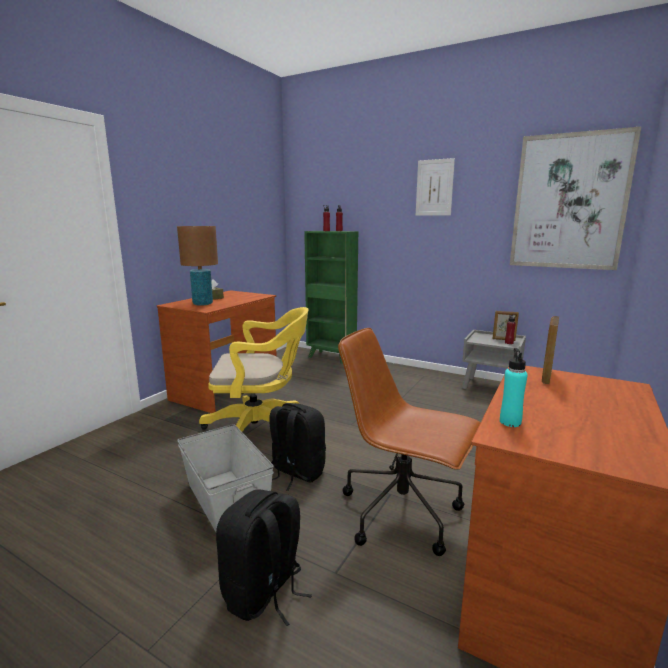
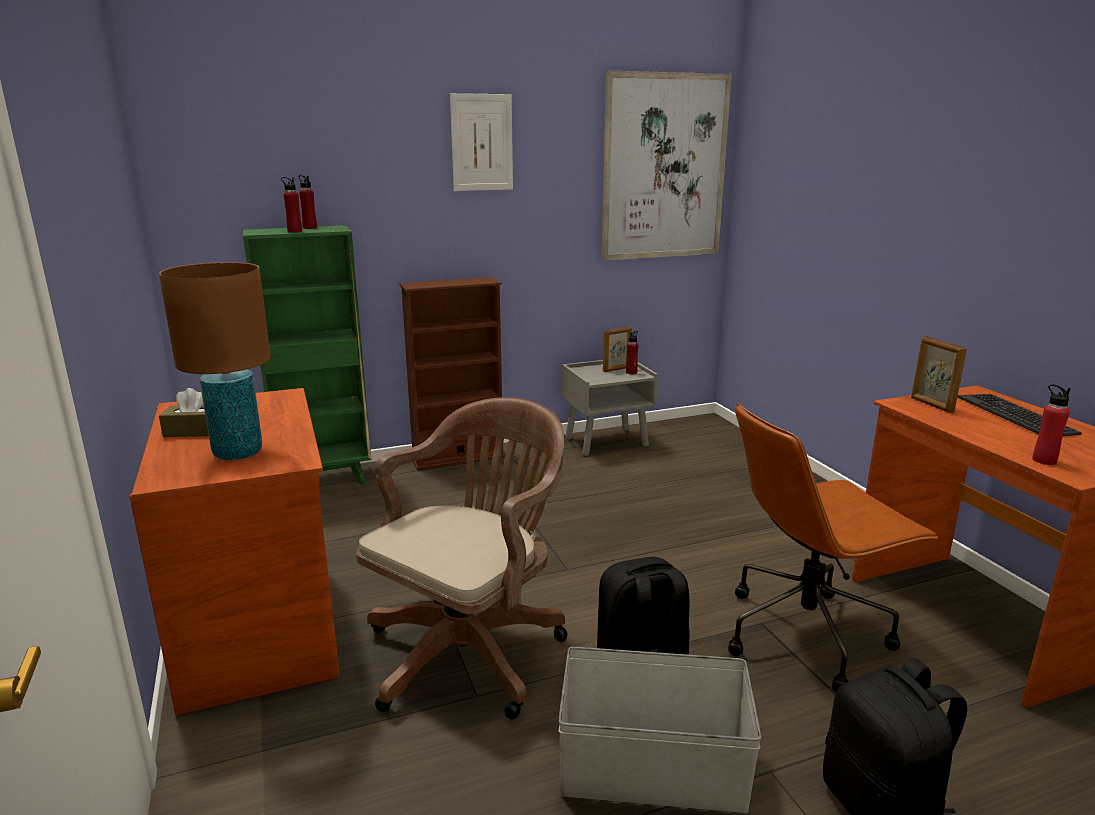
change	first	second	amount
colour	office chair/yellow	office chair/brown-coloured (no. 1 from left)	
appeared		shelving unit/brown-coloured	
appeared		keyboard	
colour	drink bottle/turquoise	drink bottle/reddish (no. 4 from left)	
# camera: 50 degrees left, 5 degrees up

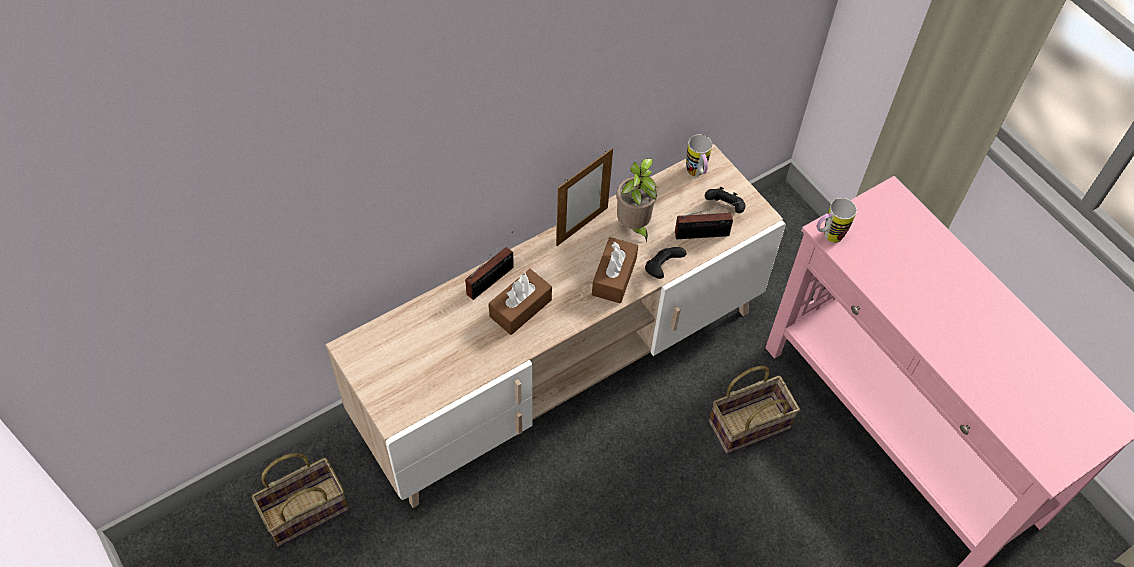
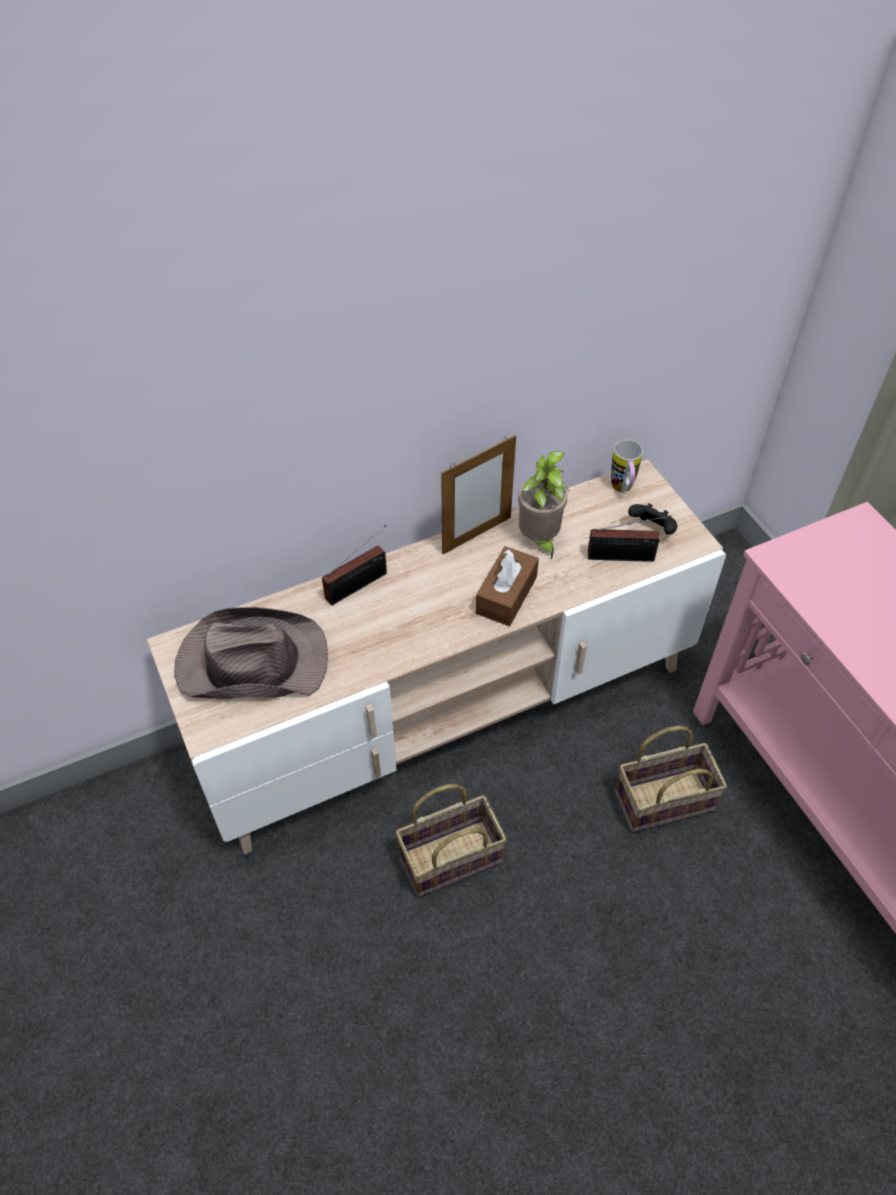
change	first	second	amount
appeared		wearable hat/brown-coloured	
relocated	basket (no. 1 from left)		
missing	tissue holder/brown-coloured (no. 1 from left)		
missing	game controller/black (no. 1 from left)		
missing	mug (no. 2 from left)		
# camera: 10 degrees right, 5 degrees down

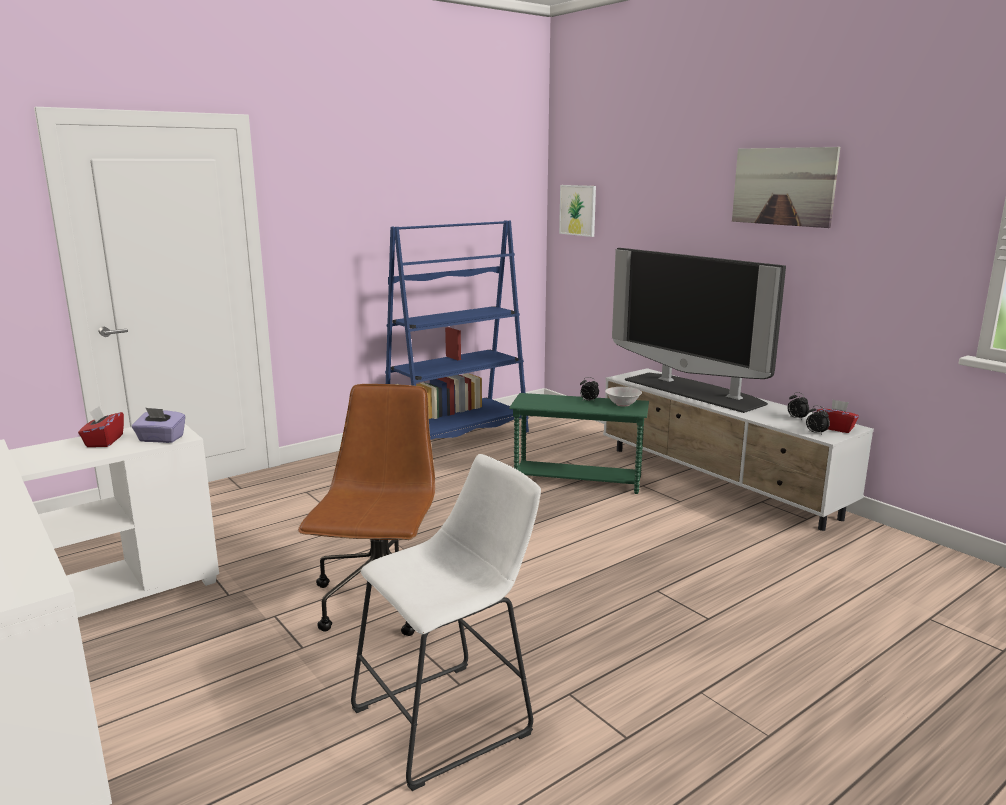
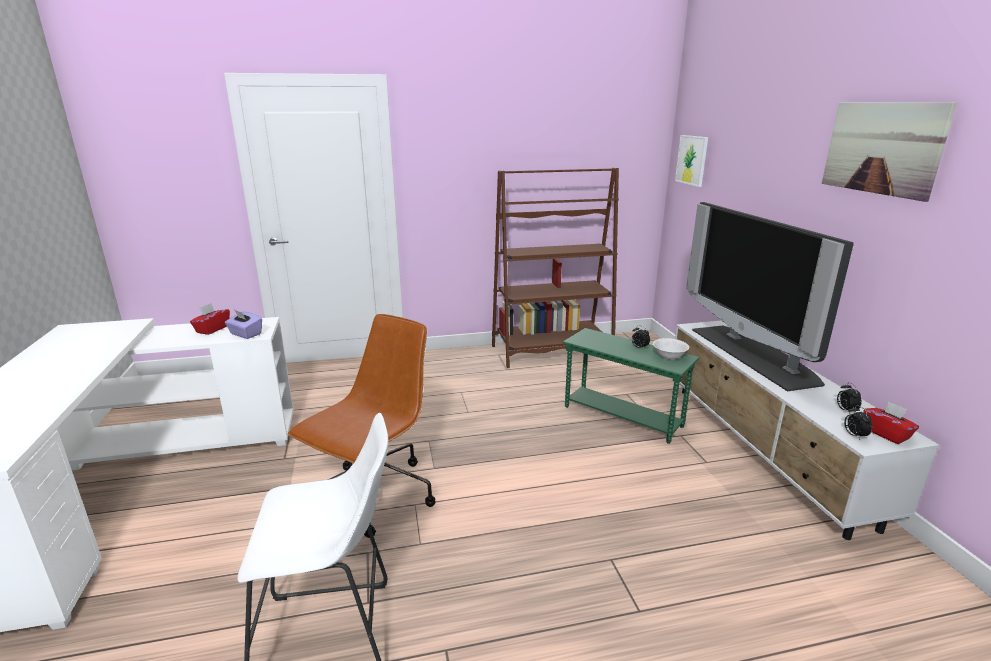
change	first	second	amount
colour	shelving unit/blue	shelving unit/brown-coloured	
# camera: 25 degrees right, 5 degrees up

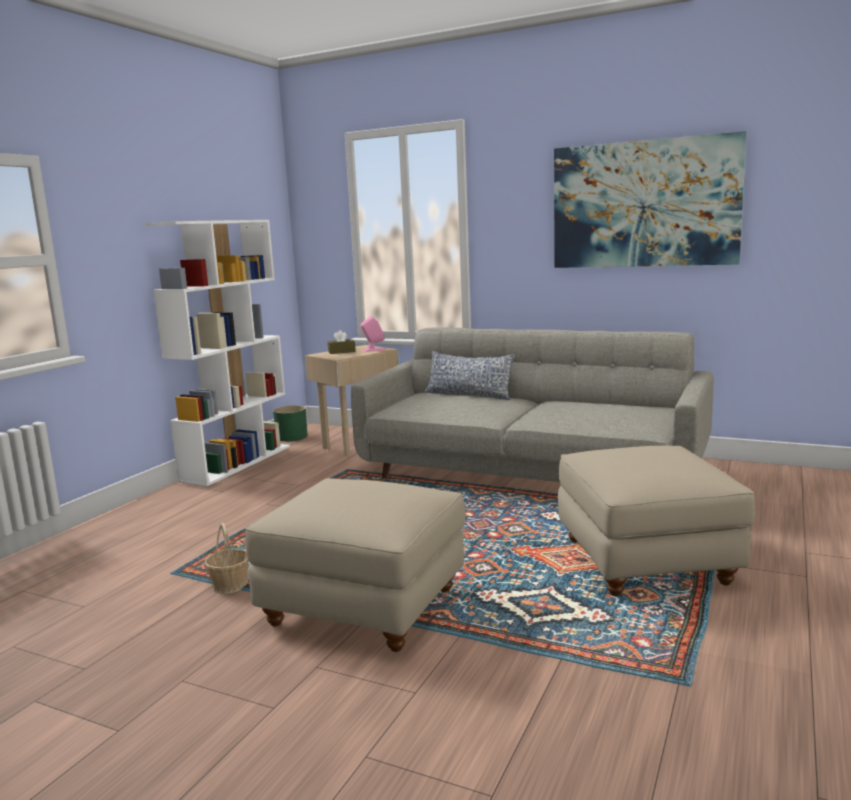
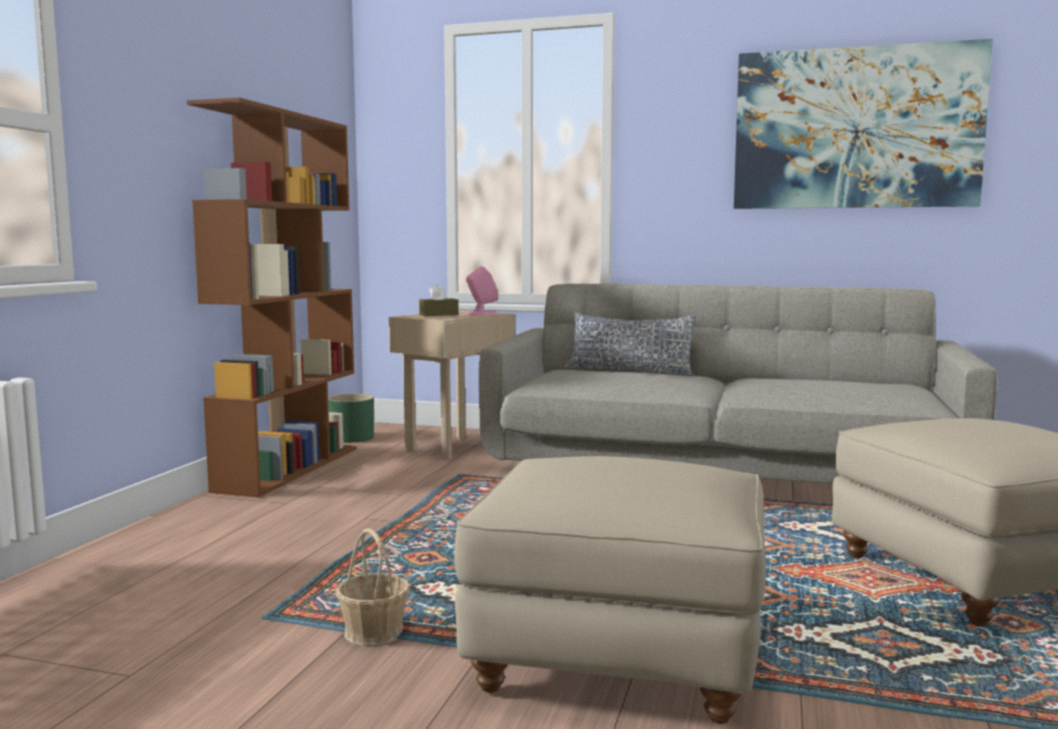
change	first	second	amount
colour	shelving unit/white	shelving unit/brown-coloured	
# camera: 10 degrees left, 5 degrees down

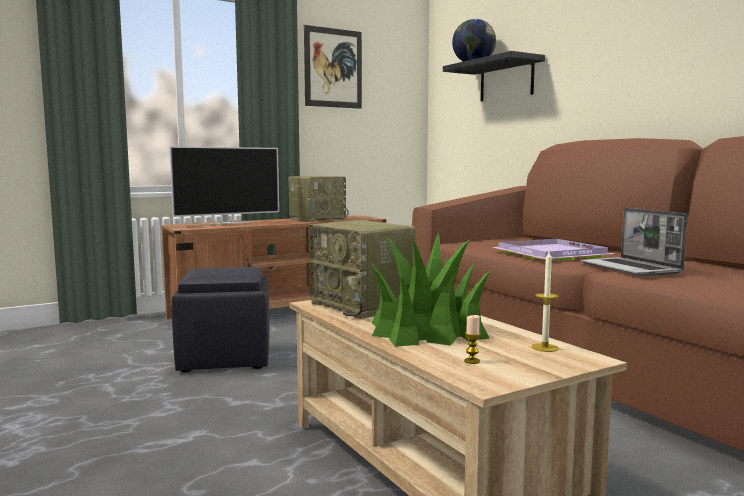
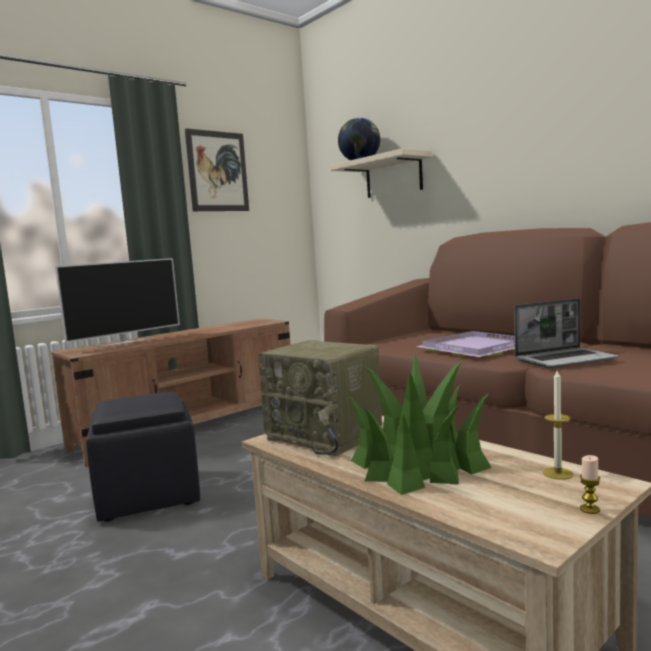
change	first	second	amount
colour	wall shelf/black	wall shelf/beige	
spun	portable computer		75 degrees counterclockwise
relocated	wax candle (no. 1 from left in the first image)	wax candle (no. 2 from left)	
missing	radio (no. 1 from left)		
# camera: 10 degrees left, 0 degrees up

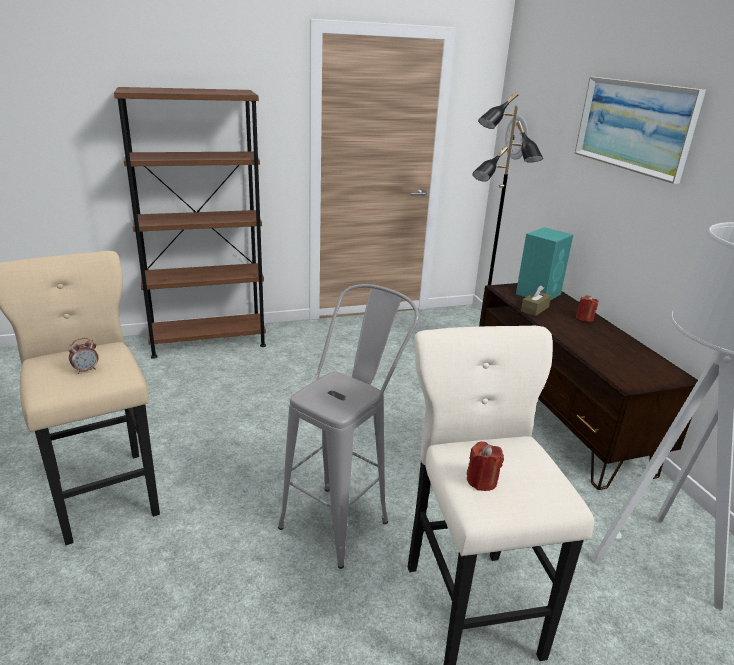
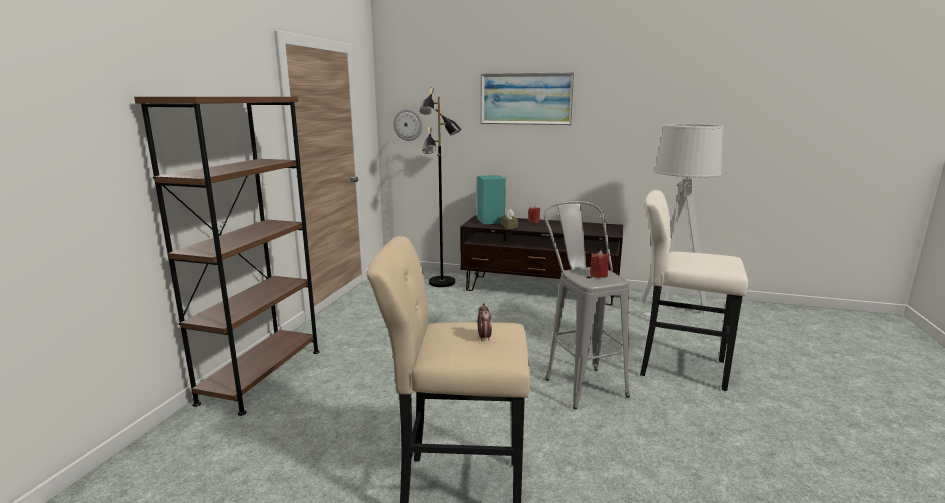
change	first	second	amount
relocated	wax candle/reddish (no. 1 from left in the first image)	wax candle/reddish (no. 2 from left)	
# camera: 55 degrees left, 10 degrees down

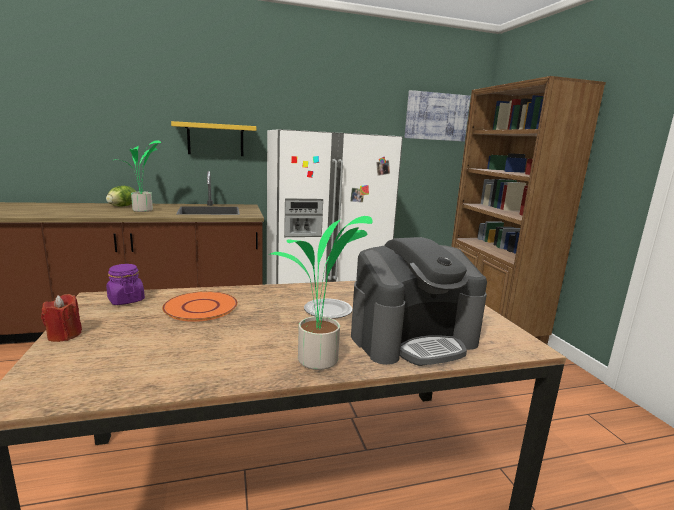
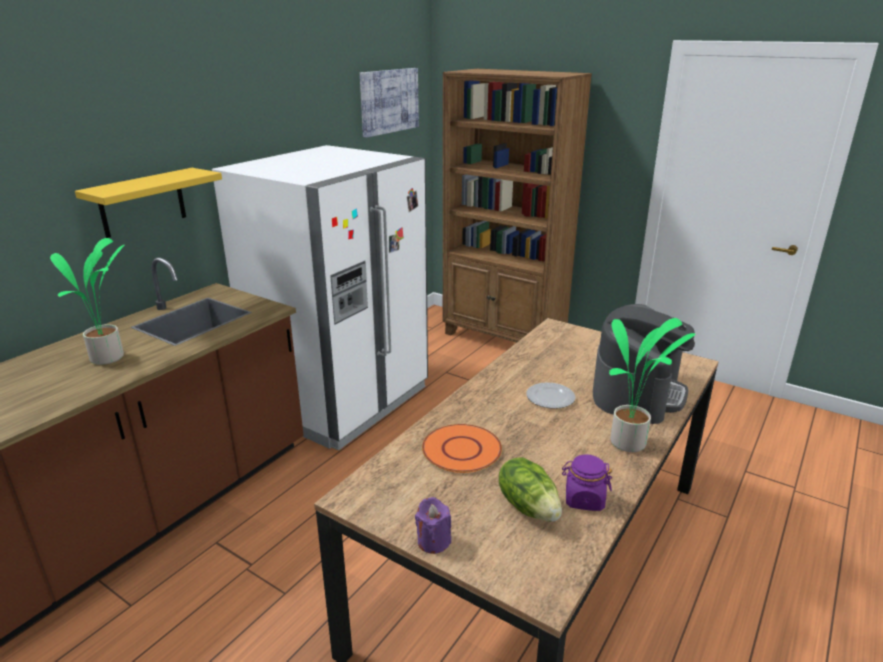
change	first	second	amount
colour	wax candle/reddish	wax candle/purplish	
relocated	lettuce		
relocated	jar/purplish		
# camera: 40 degrees left, 10 degrees up

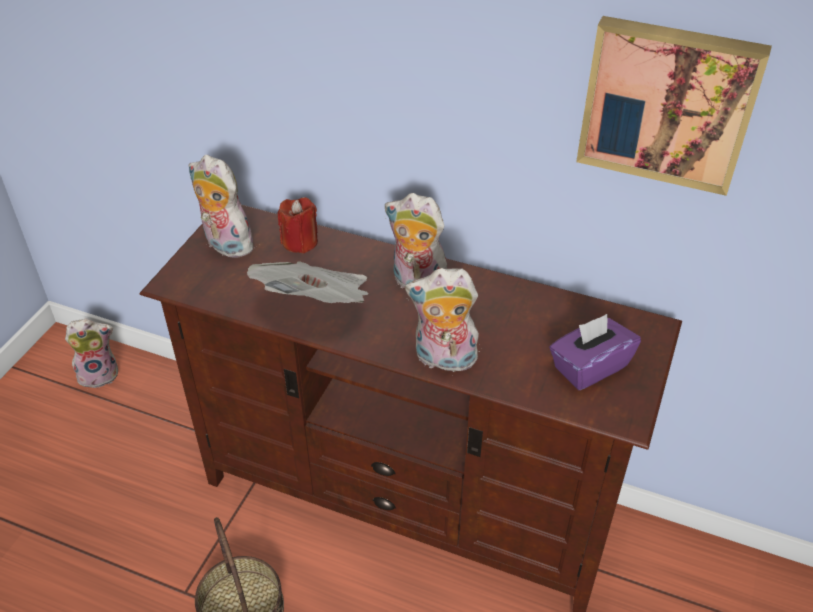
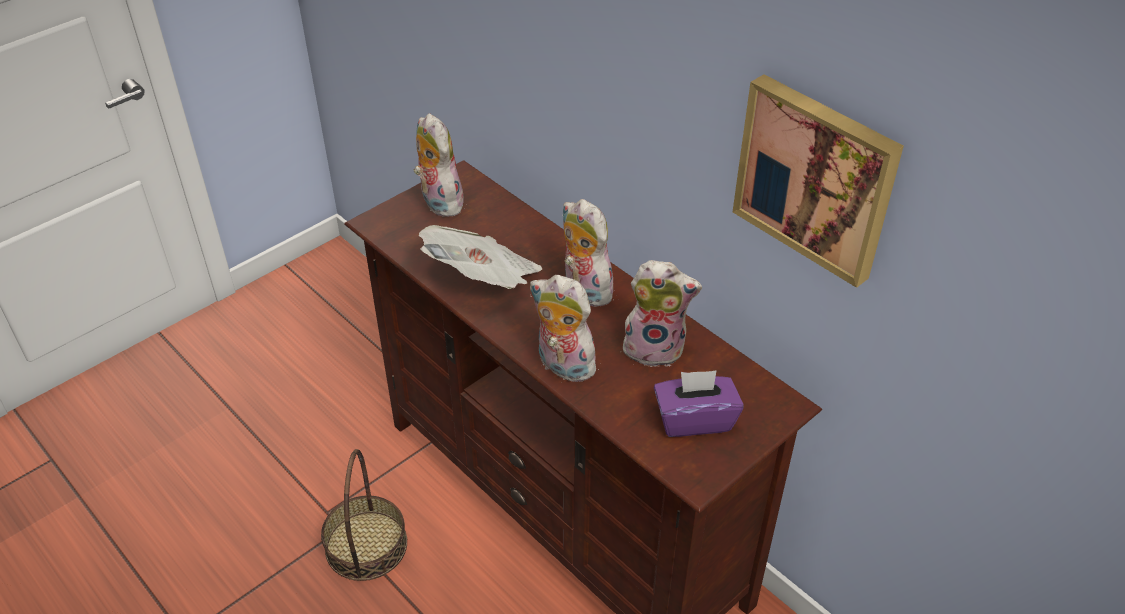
change	first	second	amount
relocated	cuddly toy (no. 1 from left in the first image)	cuddly toy (no. 4 from left)	
missing	wax candle/reddish		
# camera: 25 degrees right, 0 degrees up

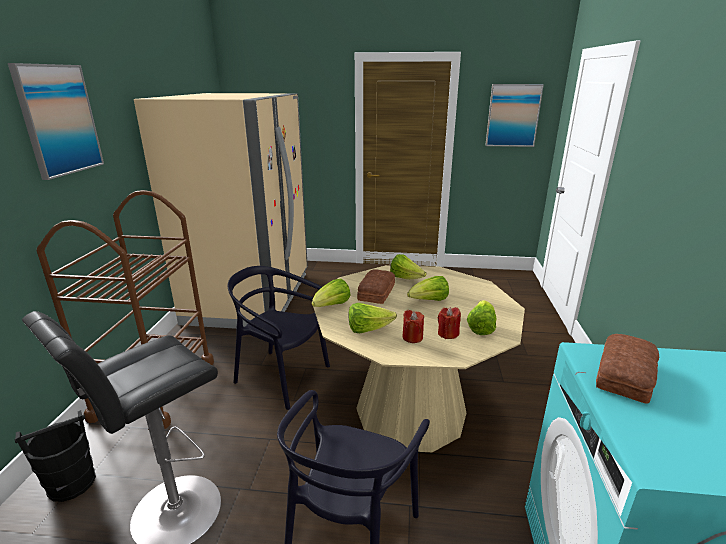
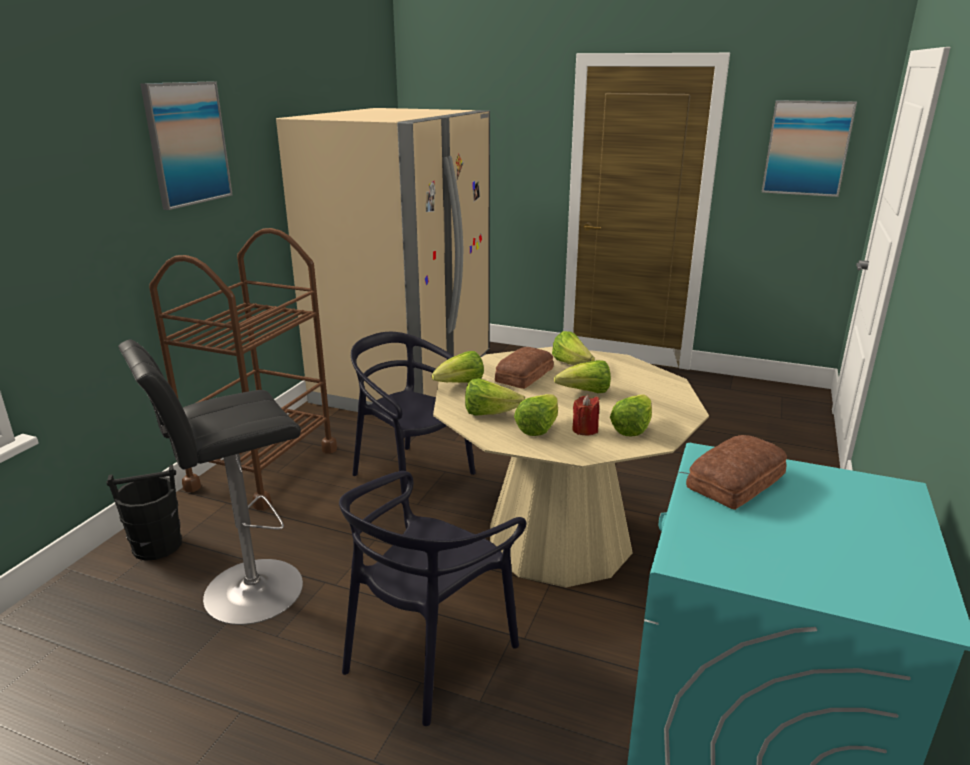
change	first	second	amount
exchanged	wax candle/reddish (no. 1 from left)	lettuce (no. 3 from left)	
# camera: 15 degrees right, 0 degrees up

